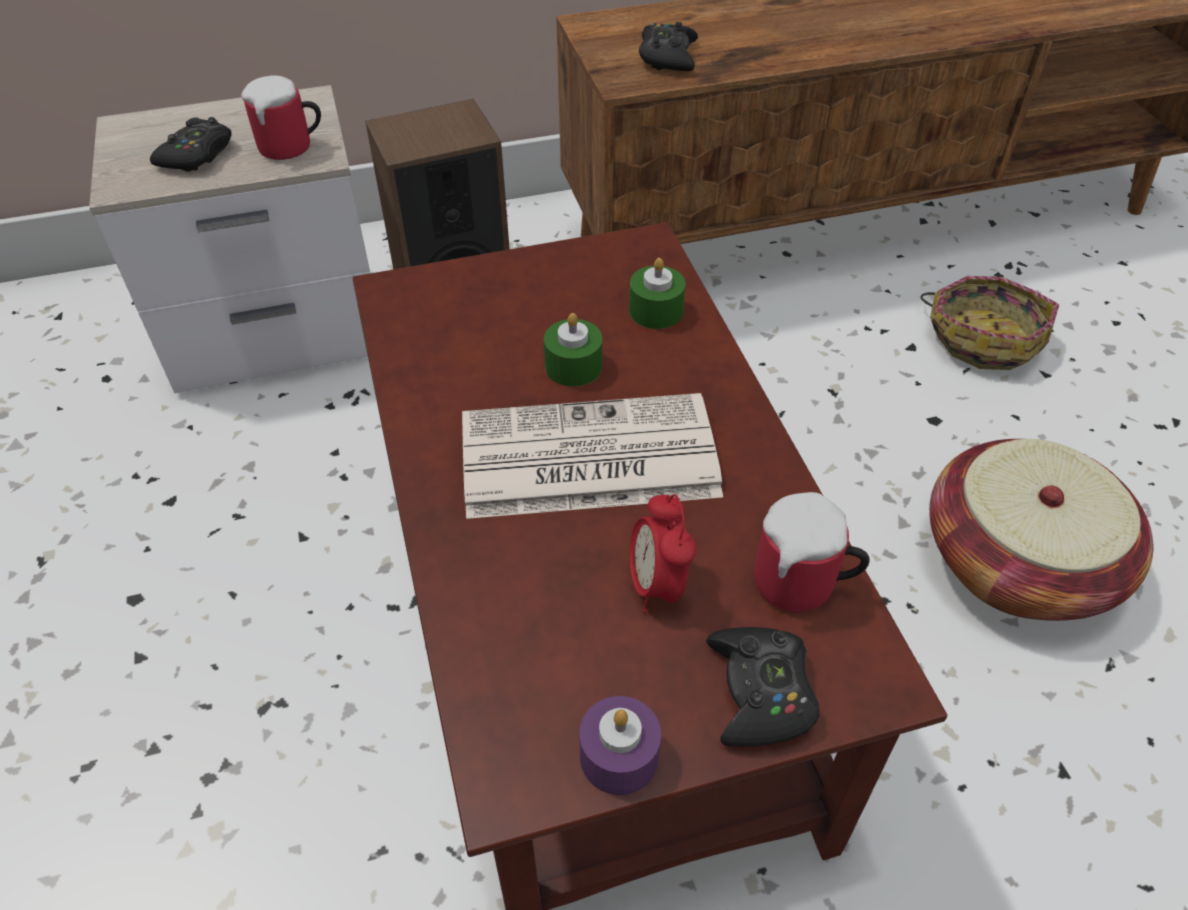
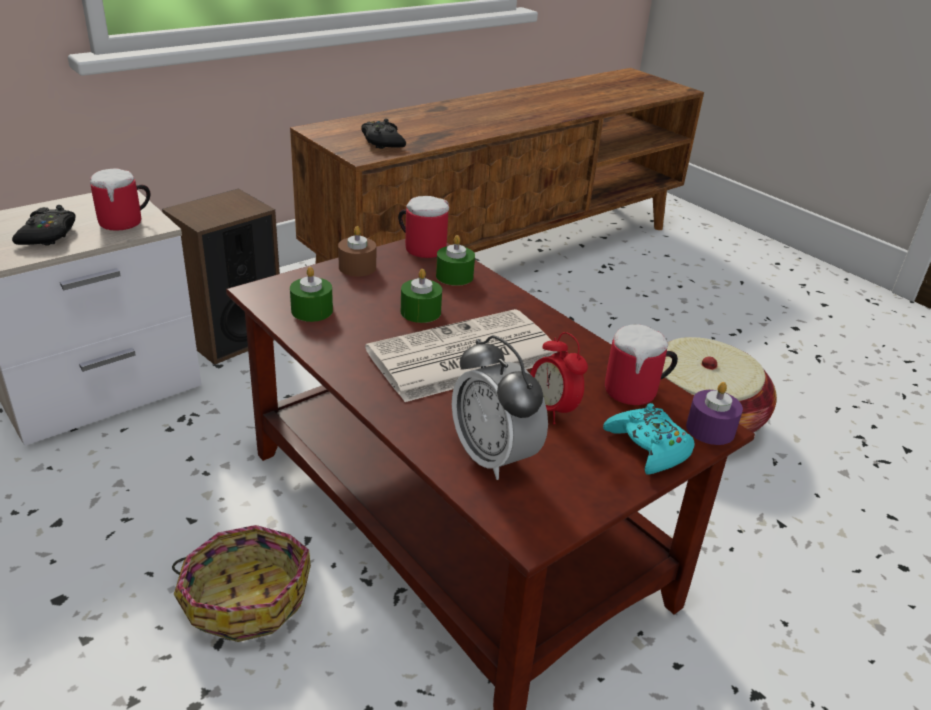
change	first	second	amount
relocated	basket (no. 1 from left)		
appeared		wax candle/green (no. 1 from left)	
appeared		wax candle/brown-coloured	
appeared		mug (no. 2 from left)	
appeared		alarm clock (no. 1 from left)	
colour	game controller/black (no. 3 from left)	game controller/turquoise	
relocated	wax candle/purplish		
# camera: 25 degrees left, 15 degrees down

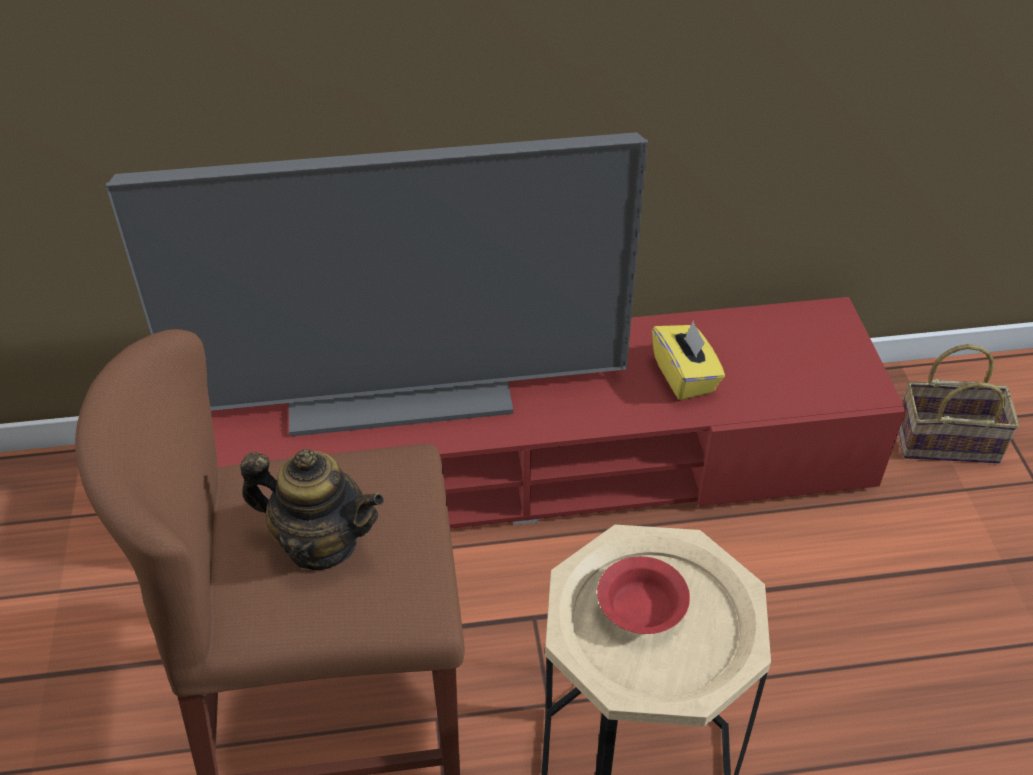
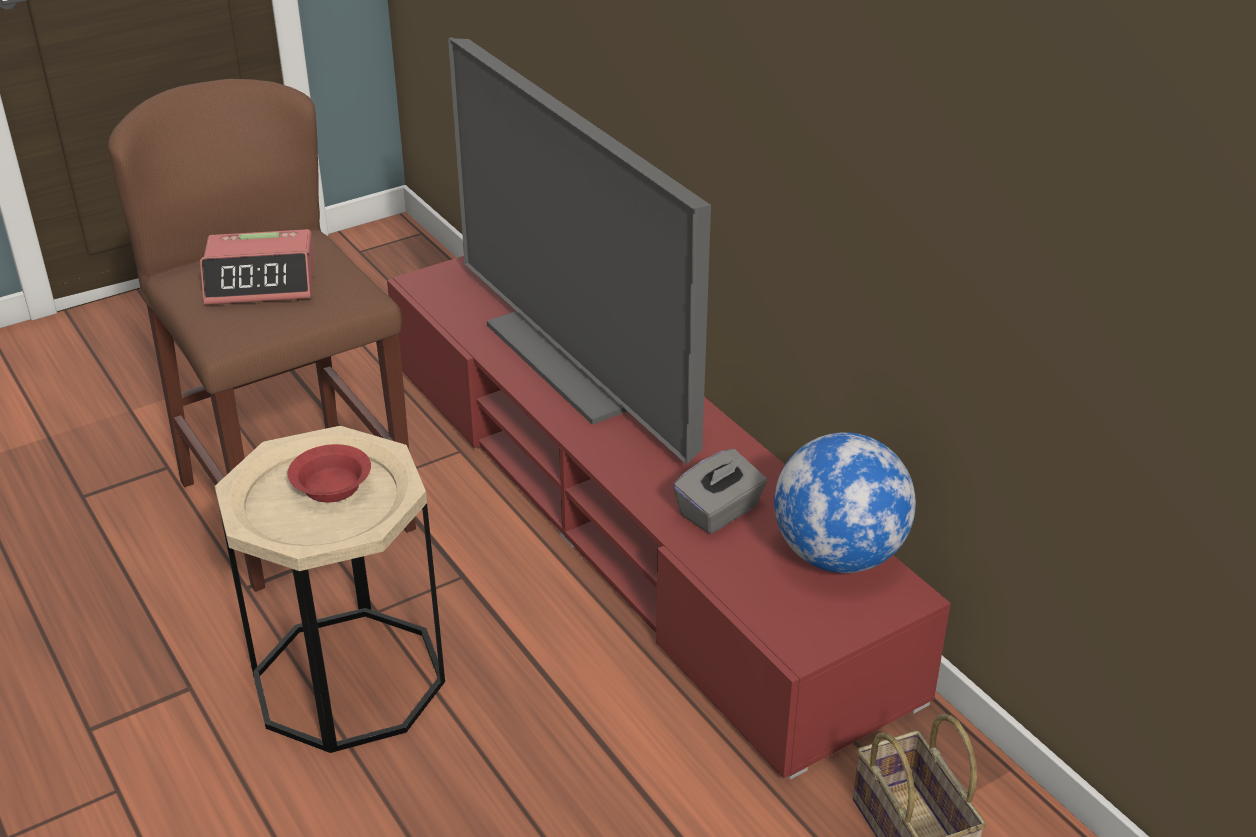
change	first	second	amount
exchanged	pot for tea	alarm clock	
colour	tissue holder/yellow	tissue holder/greyish	
appeared		world globe	
# camera: 65 degrees right, 10 degrees down

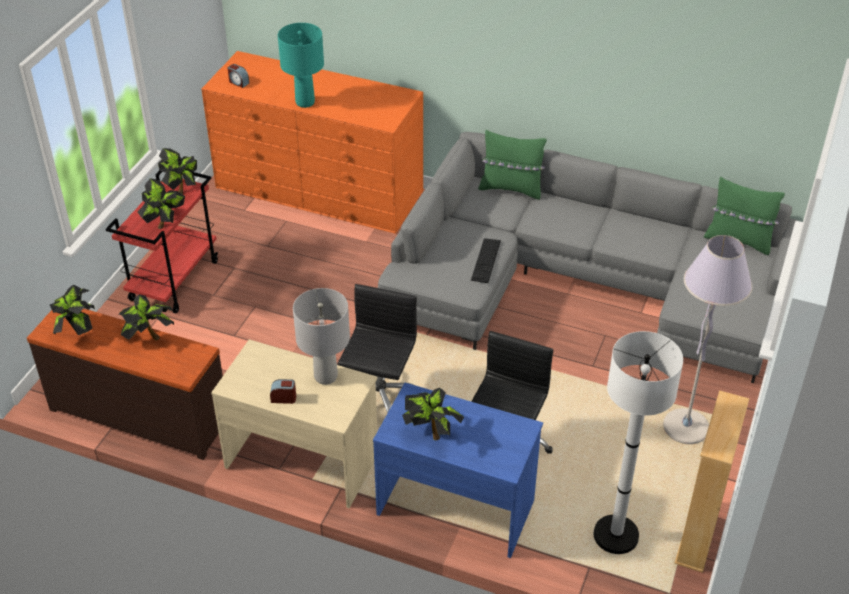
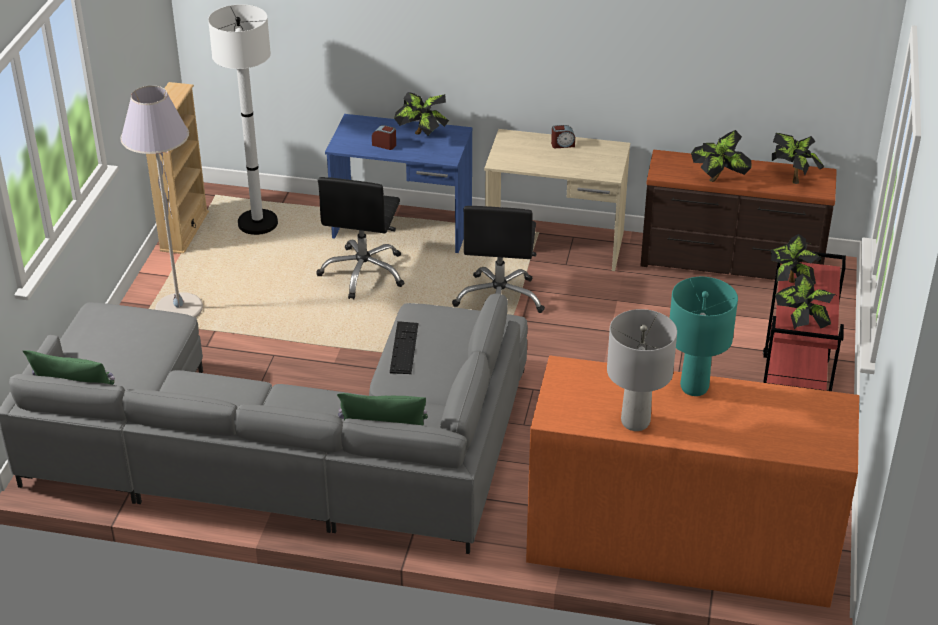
change	first	second	amount
relocated	alarm clock (no. 1 from left)		
relocated	tabletop lamp/greyish		
# camera: 170 degrees right, 5 degrees down

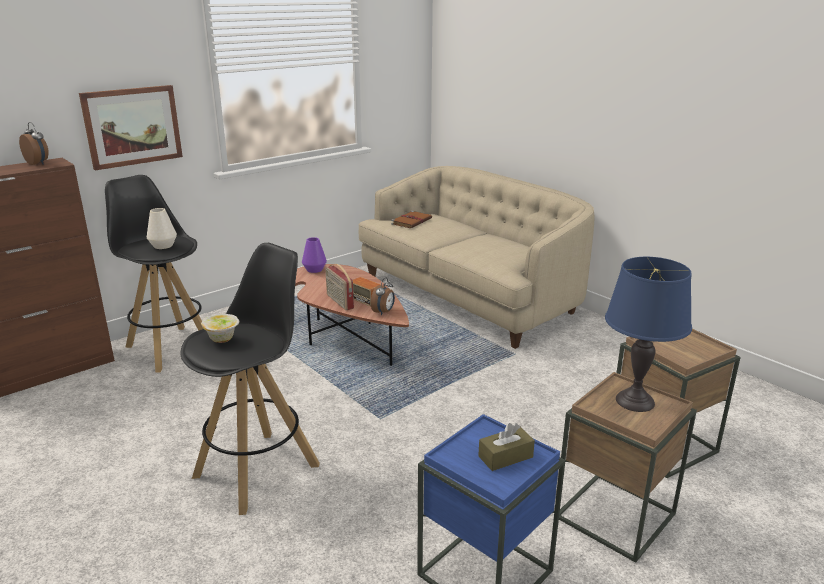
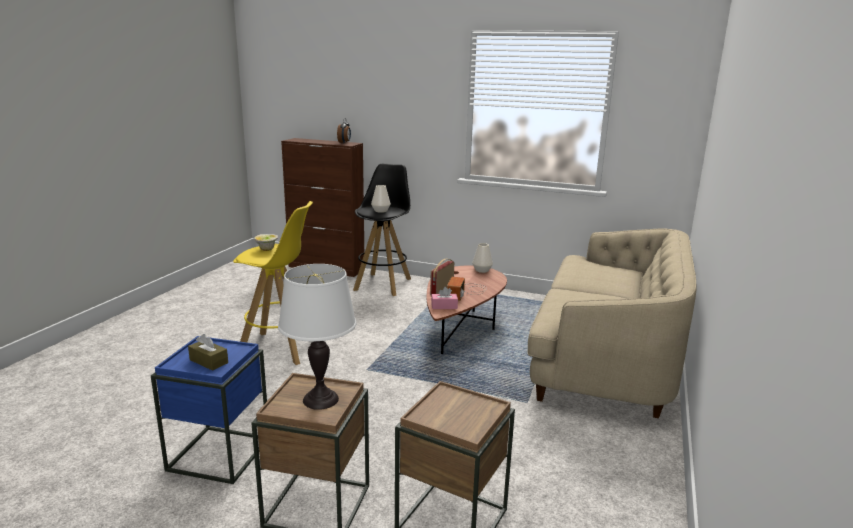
change	first	second	amount
colour	stool seat/black (no. 2 from left)	stool seat/yellow	
colour	tabletop lamp/blue	tabletop lamp/white	
exchanged	alarm clock (no. 2 from left)	tissue holder/pinkish	
colour	flower vase/purplish	flower vase/white (no. 2 from left)	
missing	wall art		
missing	book/brown-coloured		
# camera: 60 degrees right, 5 degrees down

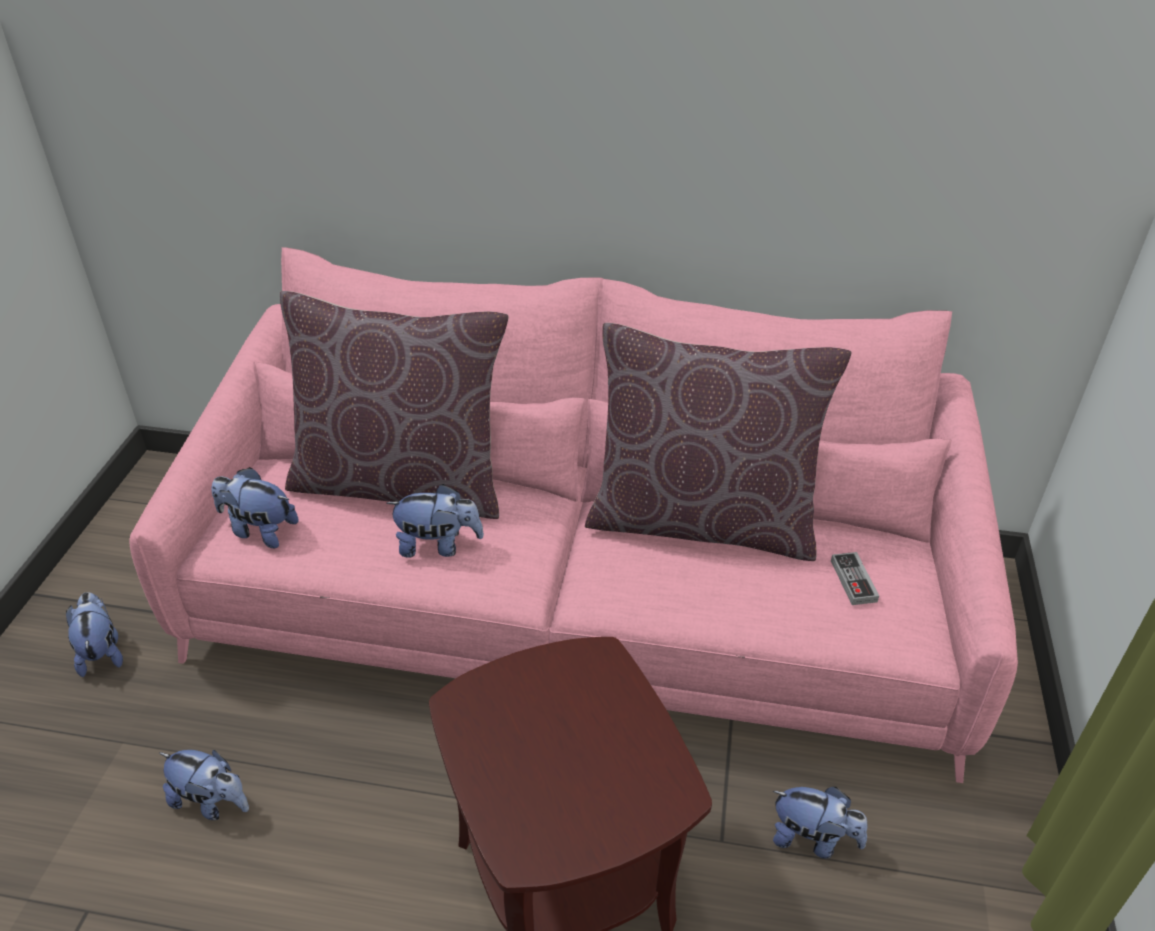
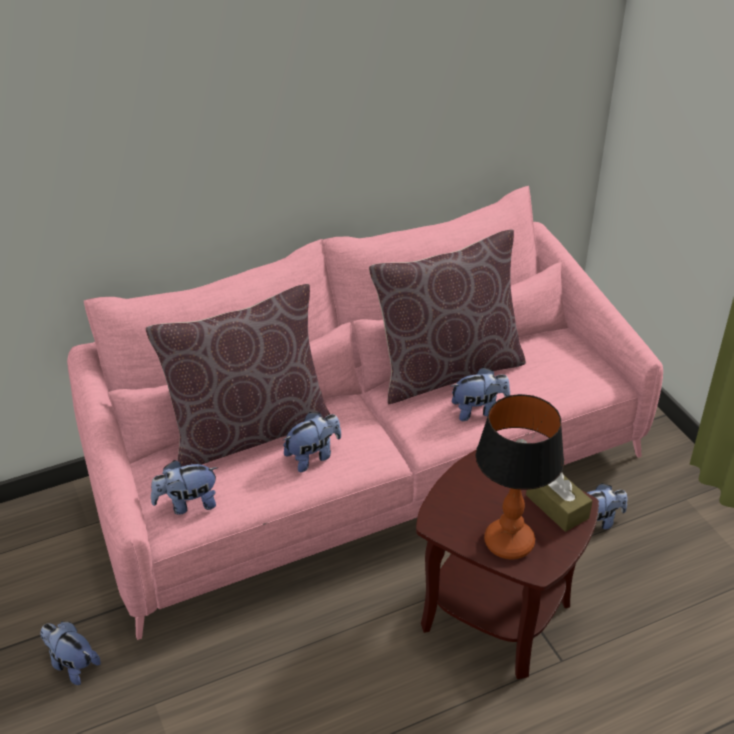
change	first	second	amount
relocated	cuddly toy (no. 2 from left in the first image)	cuddly toy (no. 4 from left)	
appeared		tabletop lamp	
appeared		tissue holder/brown-coloured	
missing	game controller		
# camera: 35 degrees left, 0 degrees up

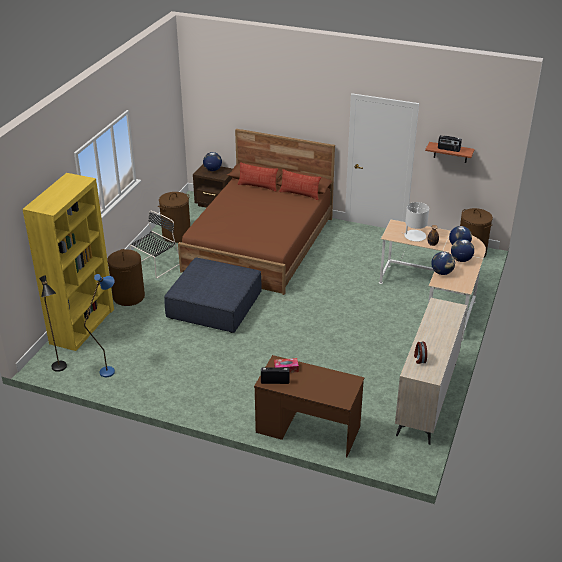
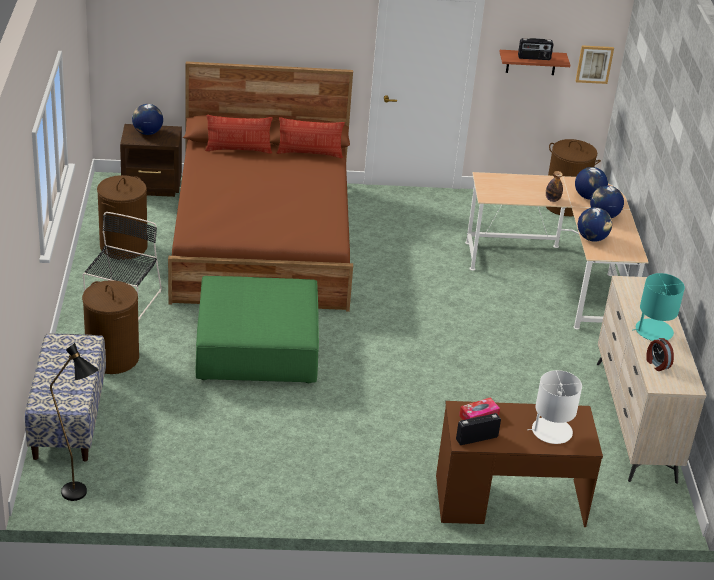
change	first	second	amount
exchanged	shelving unit/yellow	bench	
colour	pouffe/blue	pouffe/green	
relocated	tabletop lamp/white		
appeared		wall art	
appeared		tabletop lamp/turquoise	
missing	standard lamp/blue		
# camera: 25 degrees left, 0 degrees up

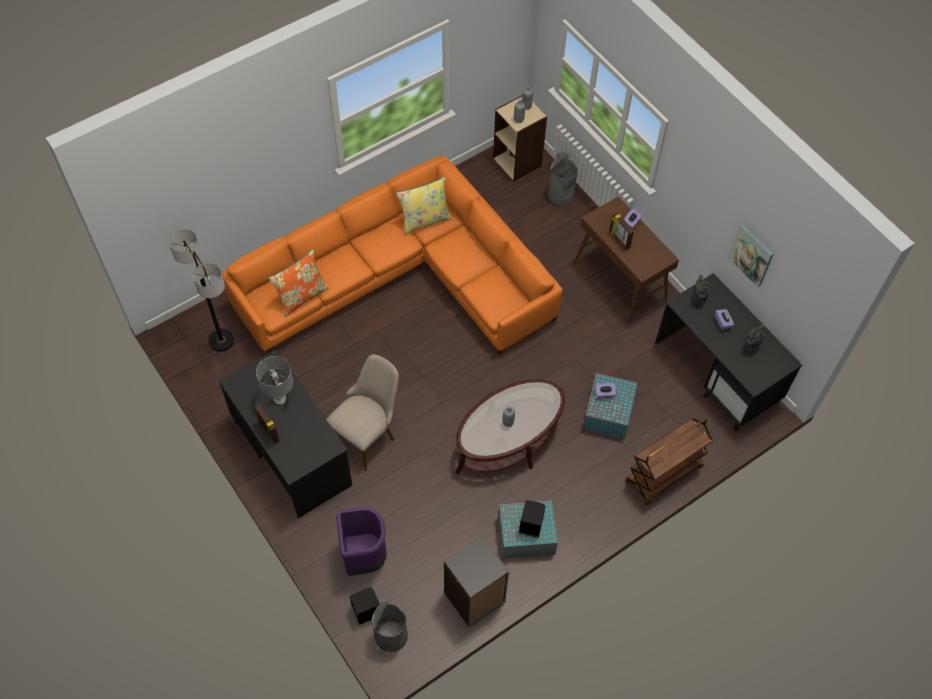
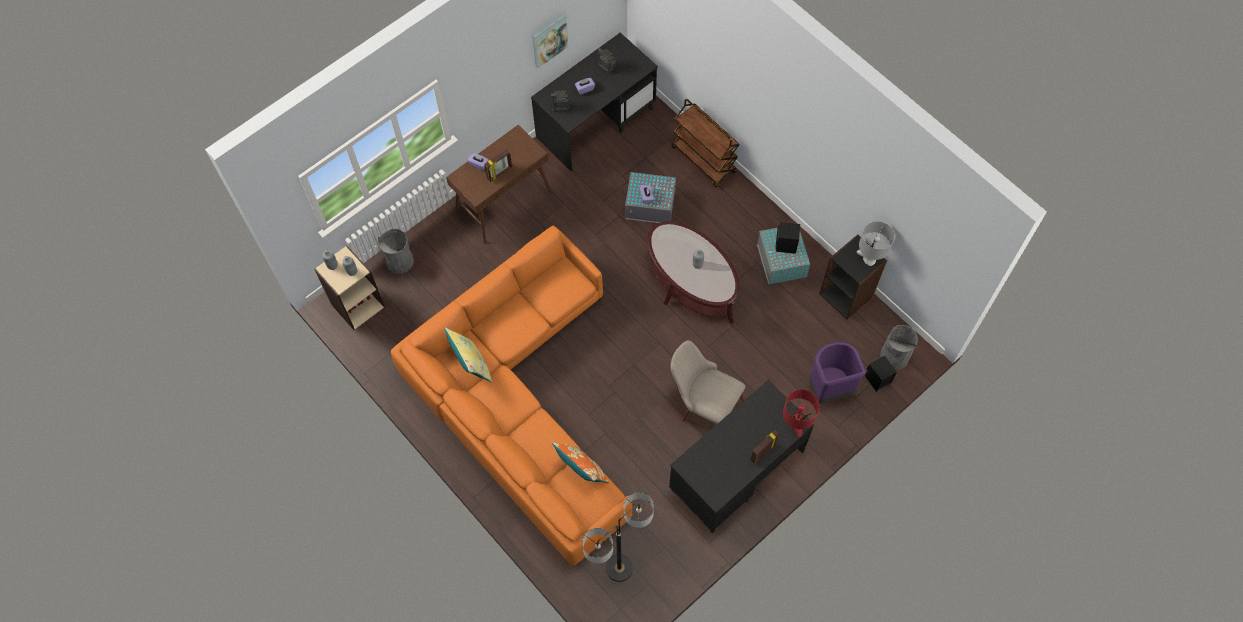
change	first	second	amount
appeared		tabletop lamp/reddish	
relocated	tabletop lamp/greyish		
# camera: 95 degrees left, 5 degrees up

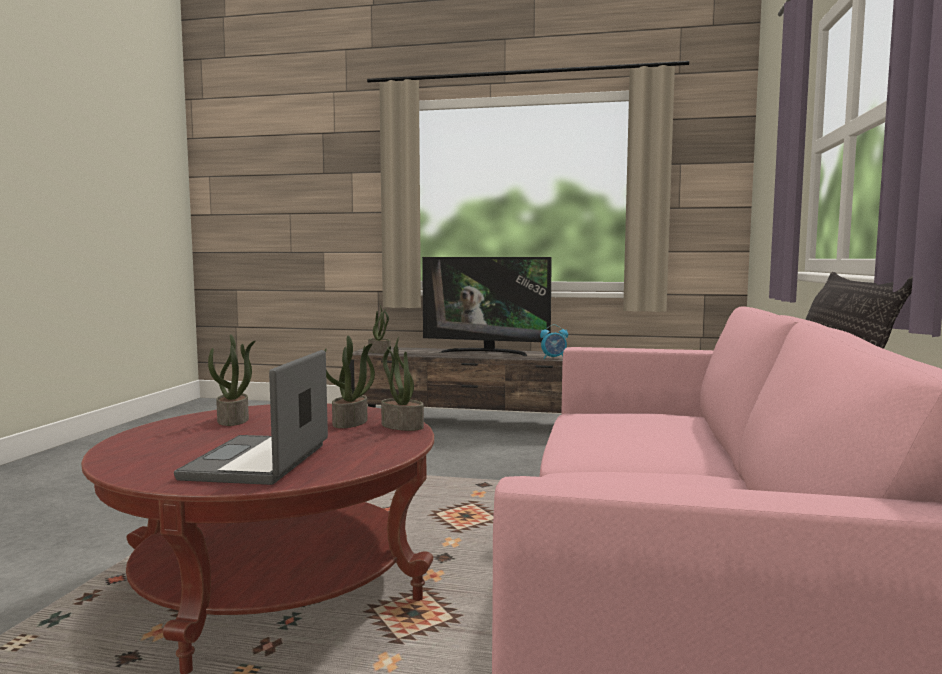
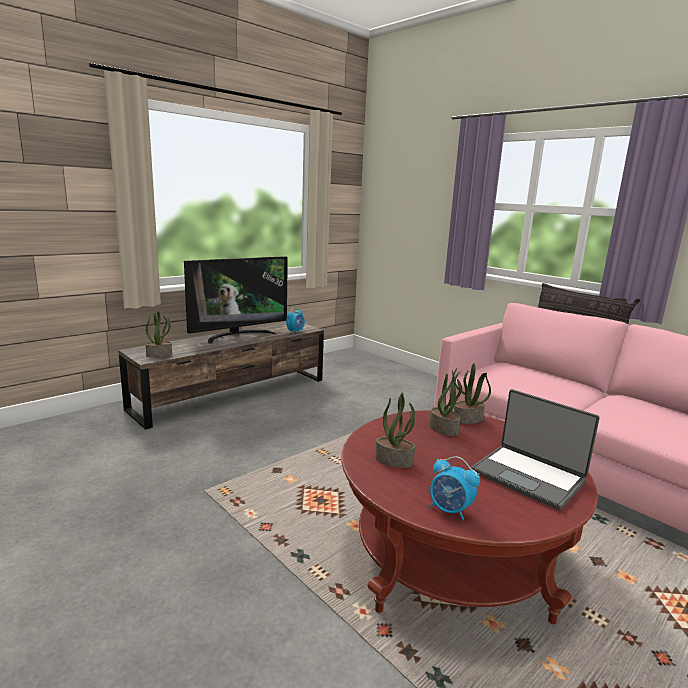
change	first	second	amount
appeared		alarm clock (no. 2 from left)	
# camera: 55 degrees left, 10 degrees up

